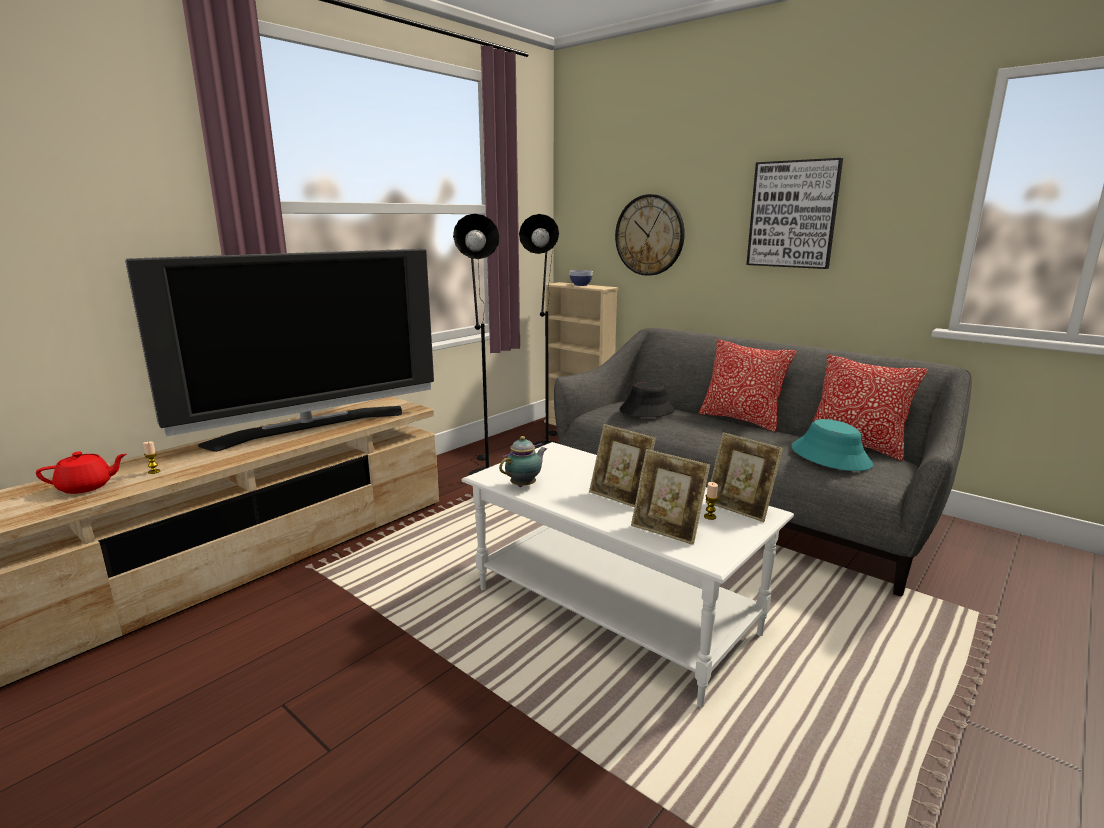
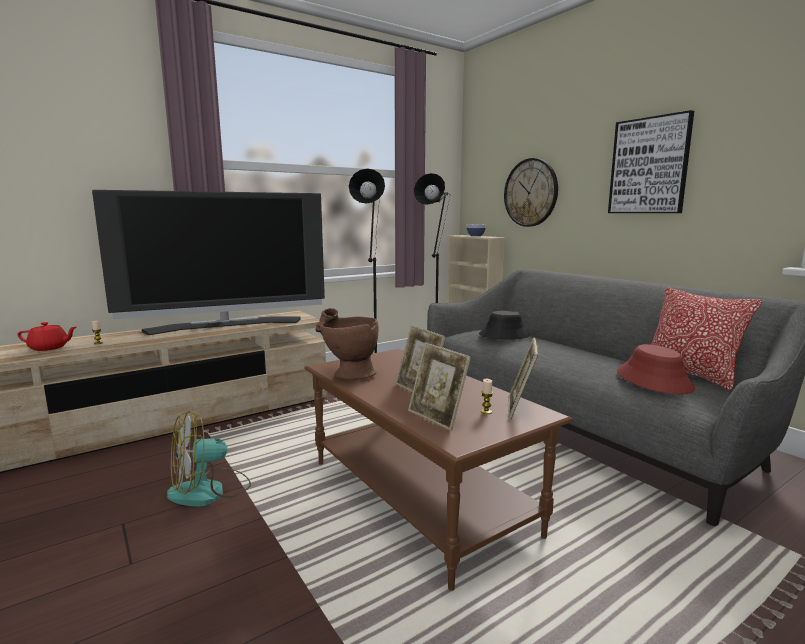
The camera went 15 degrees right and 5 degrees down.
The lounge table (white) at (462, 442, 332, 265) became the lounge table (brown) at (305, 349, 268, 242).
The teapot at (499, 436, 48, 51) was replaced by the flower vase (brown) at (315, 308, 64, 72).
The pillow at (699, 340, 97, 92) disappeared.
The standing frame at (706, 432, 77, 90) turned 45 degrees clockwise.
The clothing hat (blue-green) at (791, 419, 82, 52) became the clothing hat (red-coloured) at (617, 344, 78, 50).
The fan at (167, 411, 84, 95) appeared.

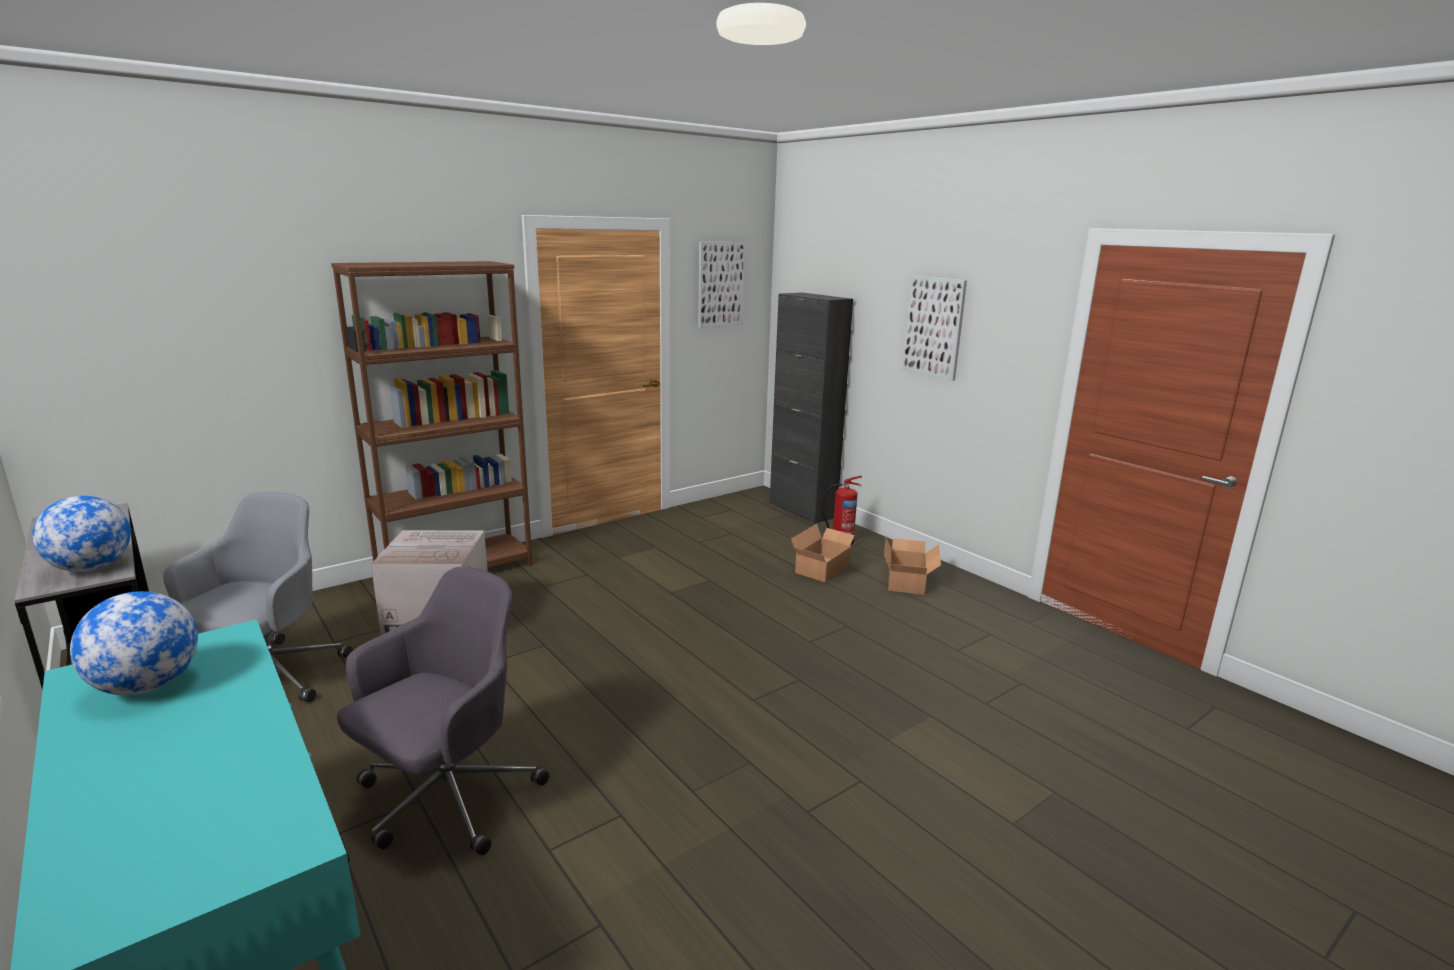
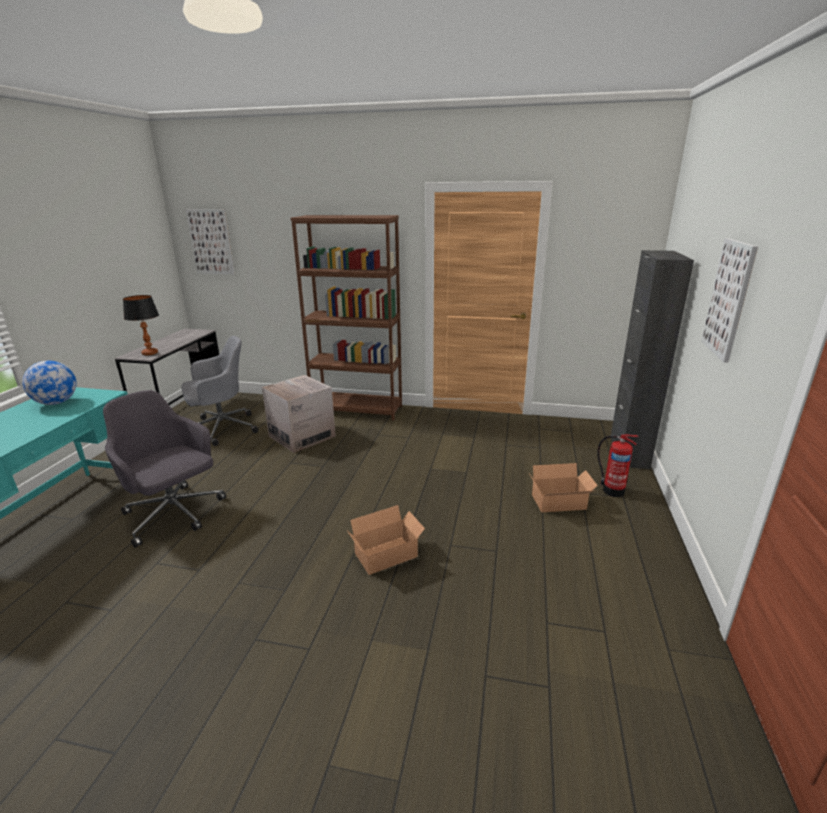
The camera went 50 degrees right and 5 degrees up.
The globe at (32, 496, 99, 76) was replaced by the table lamp at (123, 295, 36, 60).
The office chair (greyish) at (337, 567, 212, 288) turned 135 degrees counterclockwise.
The picture moved from (698, 242, 47, 86) to (186, 209, 48, 65).
The packing box moved from (884, 537, 57, 58) to (348, 505, 77, 70).

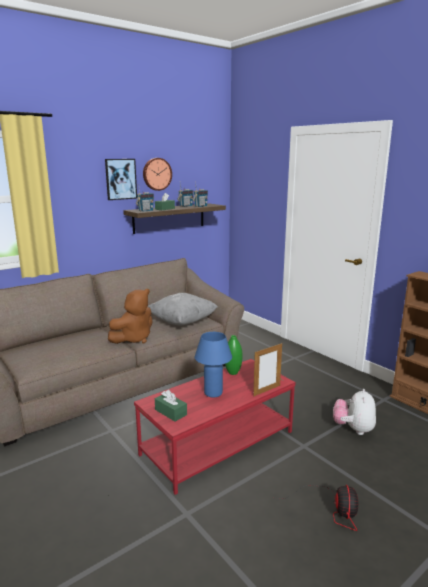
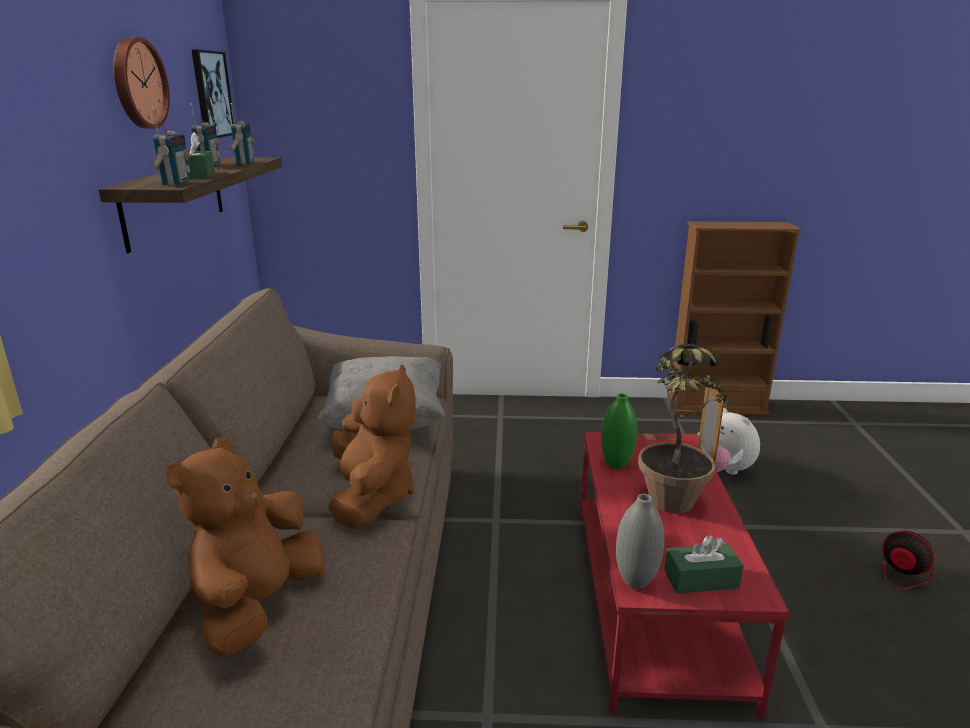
The camera went 50 degrees left and 5 degrees up.
The picture moved from (105, 159, 32, 41) to (191, 49, 43, 89).
The table lamp (bluish) at (195, 332, 37, 66) was replaced by the houseplant at (638, 343, 91, 170).
The plush toy (brown) at (166, 437, 159, 219) appeared.
The flower vase (greyish) at (616, 494, 49, 95) appeared.

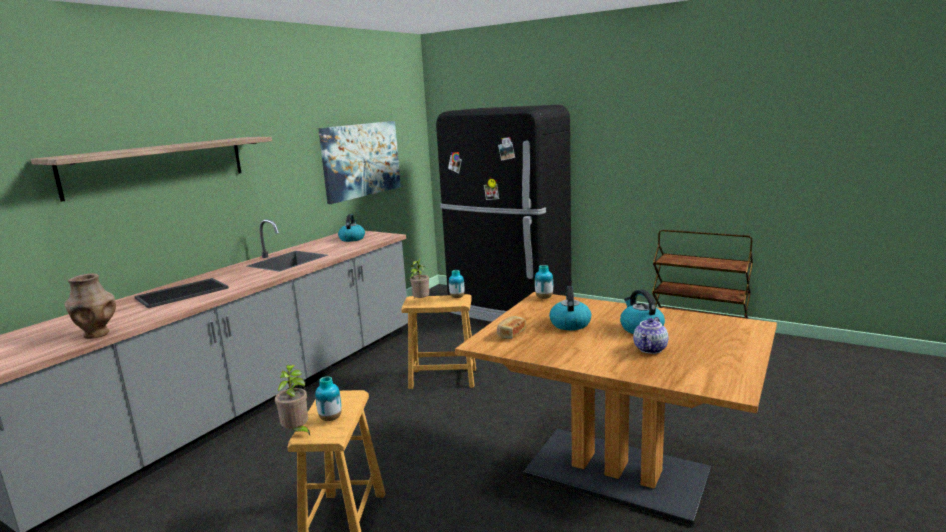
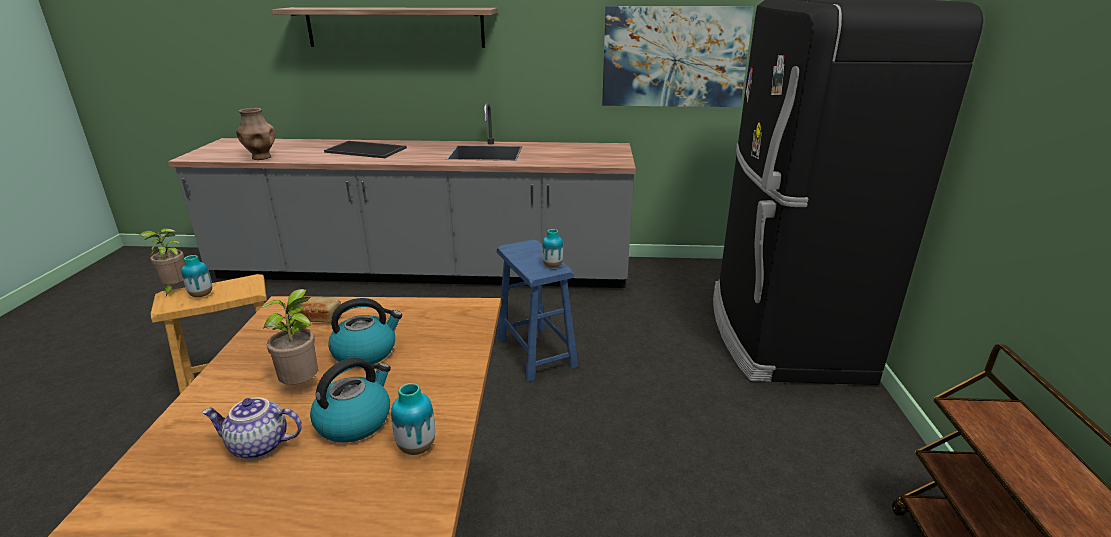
The camera went 60 degrees right and 10 degrees up.
The tea kettle at (338, 214, 27, 28) disappeared.
The sitting stool (brown) at (402, 294, 74, 95) became the sitting stool (bluish) at (497, 240, 81, 142).
The houseplant moved from (410, 259, 19, 39) to (260, 289, 58, 96).
The flower vase moved from (535, 265, 18, 34) to (391, 383, 44, 72).

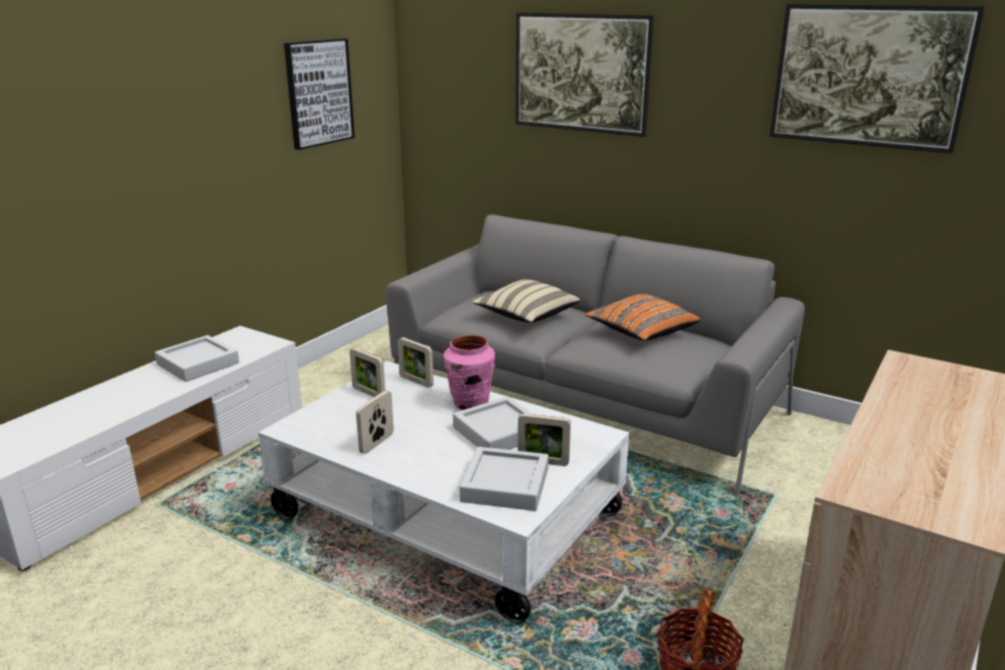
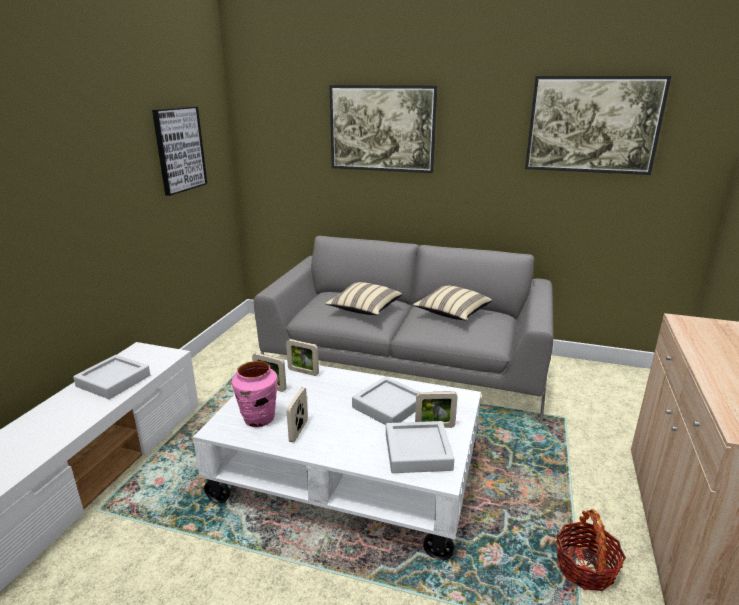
The camera went 15 degrees left and 0 degrees up.
The flower vase (pink) moved from (444, 335, 51, 75) to (232, 361, 46, 66).
The pillow (orange-coloured) at (585, 294, 115, 47) became the pillow (beige) at (413, 285, 79, 35).

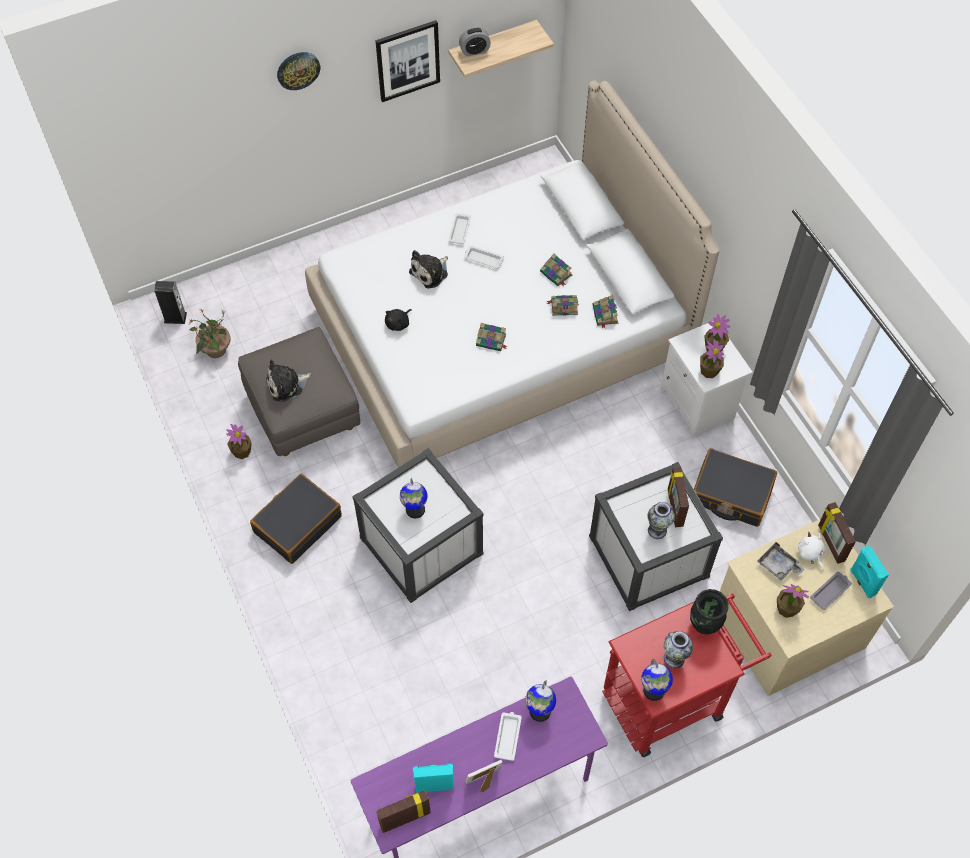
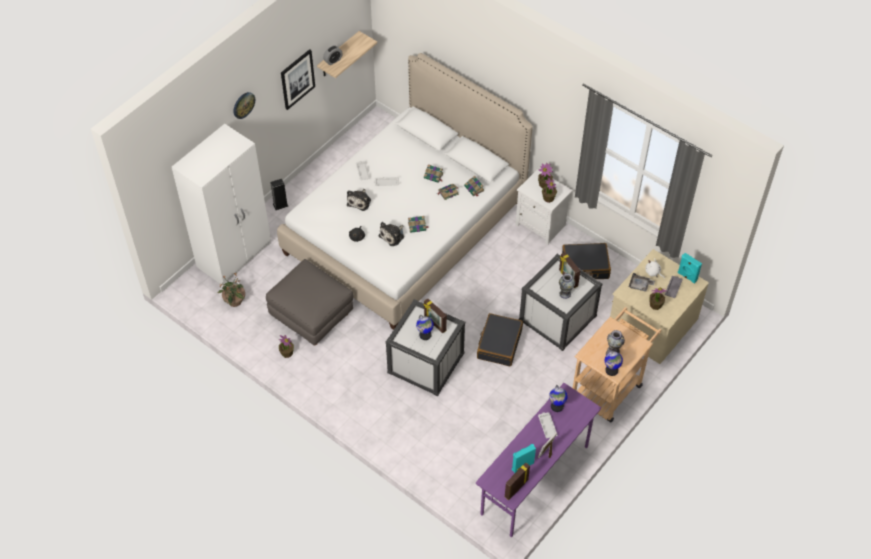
The camera went 25 degrees left and 5 degrees down.
The audio speaker moved from (154, 281, 33, 43) to (270, 179, 18, 31).
The piece of luggage (black) moved from (250, 474, 92, 90) to (477, 313, 46, 53).
The plush toy moved from (266, 359, 46, 43) to (379, 222, 25, 24).
The trolley (red-coloured) at (602, 594, 170, 163) became the trolley (beige) at (573, 307, 88, 115).
The flower vase (black) at (690, 589, 39, 46) disappeared.
The standing frame moved from (818, 502, 38, 62) to (423, 298, 24, 35).
The armoire (white) at (172, 124, 99, 162) appeared.

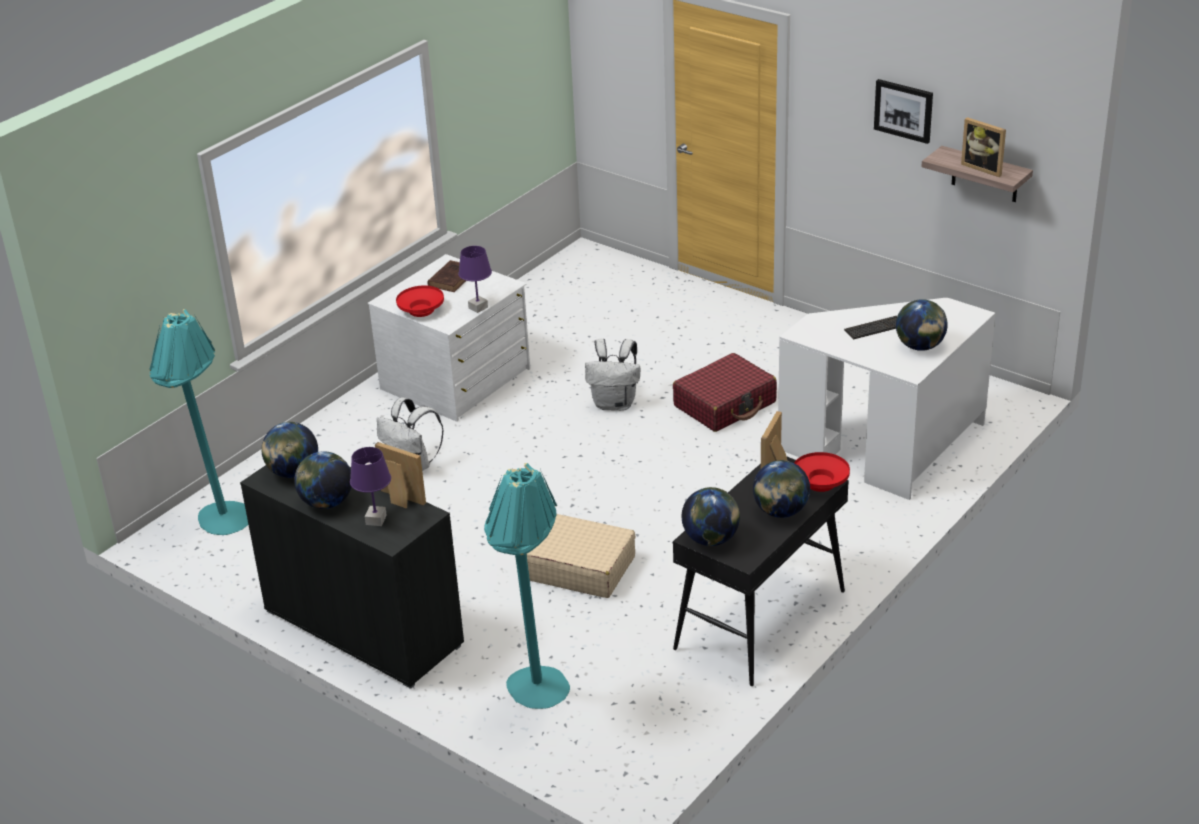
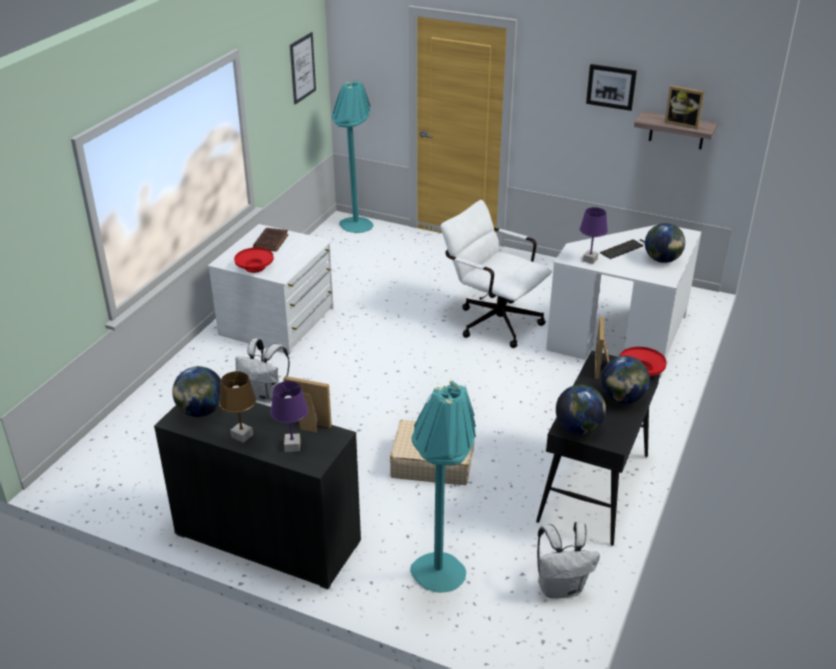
The camera went 15 degrees left and 0 degrees up.
The floor lamp (blue-green) moved from (149, 309, 99, 226) to (332, 79, 42, 154).
The globe at (295, 451, 56, 58) was replaced by the table lamp (brown) at (219, 371, 37, 72).
The table lamp (purple) moved from (458, 246, 34, 67) to (580, 207, 28, 57).
The backpack (white) moved from (585, 339, 55, 72) to (537, 522, 63, 76).
The piece of luggage (red-coloured) at (673, 353, 104, 79) was replaced by the office chair (white) at (441, 200, 111, 148).
The picture at (290, 32, 26, 72) appeared.

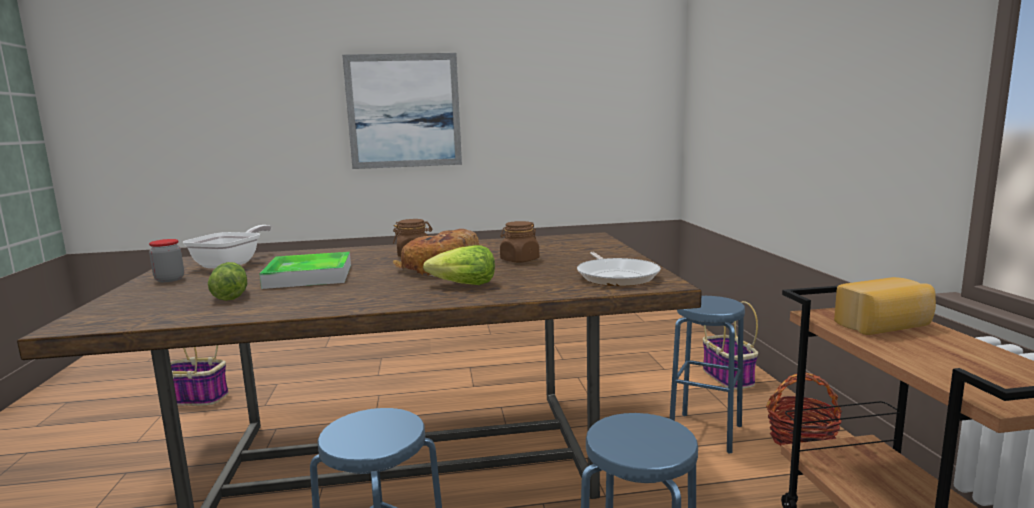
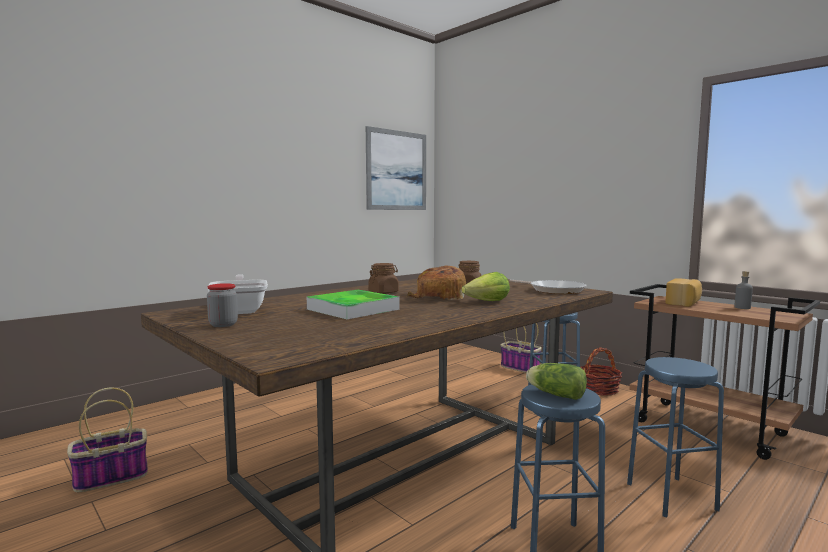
The camera went 35 degrees left and 5 degrees down.
The head of lettuce moved from (208, 262, 39, 39) to (526, 363, 61, 37).
The picture moved from (342, 53, 120, 116) to (366, 126, 60, 84).
The bottle (greyish) at (734, 271, 19, 38) appeared.

